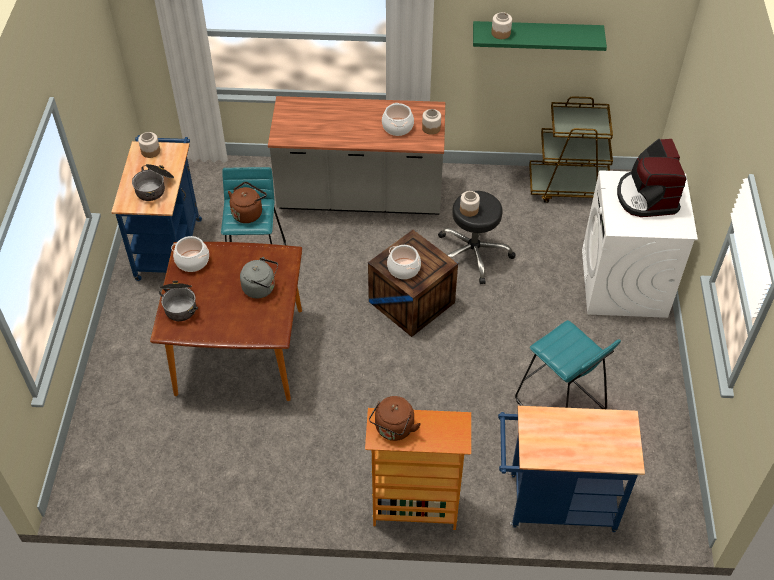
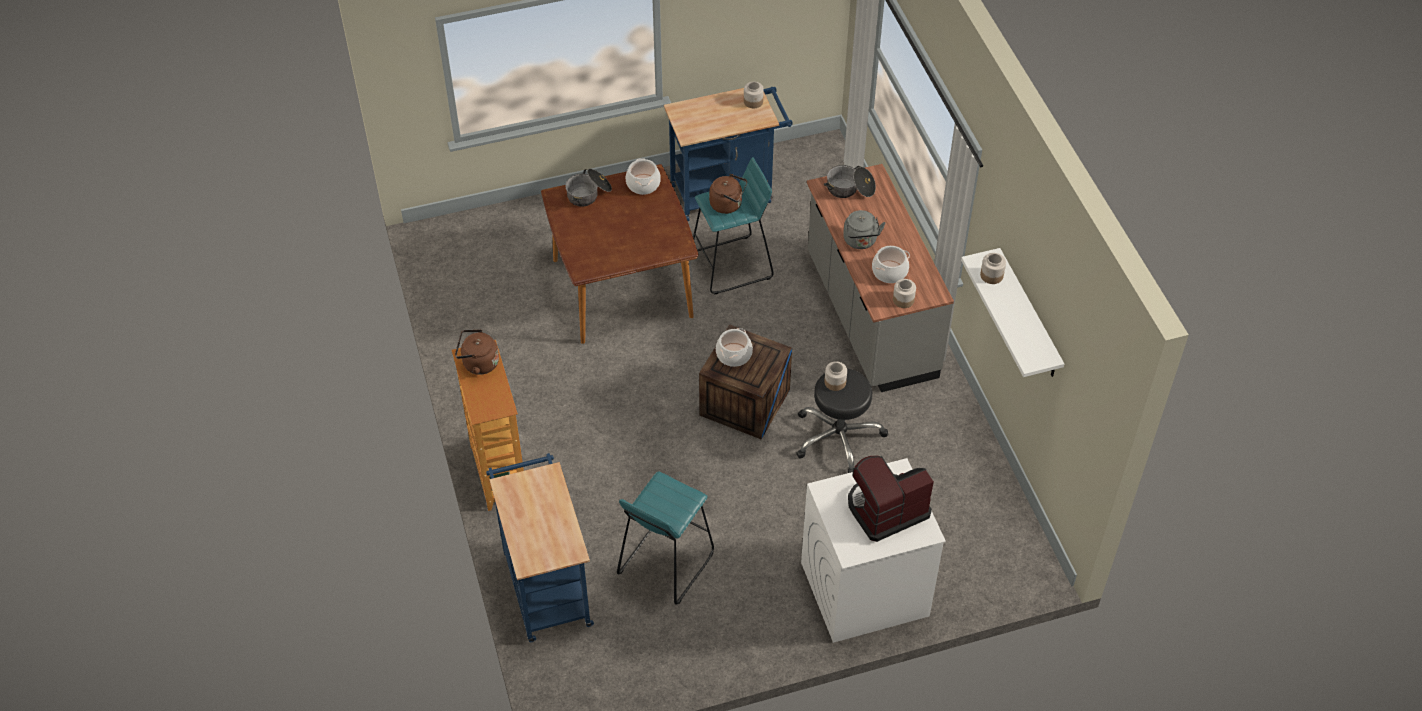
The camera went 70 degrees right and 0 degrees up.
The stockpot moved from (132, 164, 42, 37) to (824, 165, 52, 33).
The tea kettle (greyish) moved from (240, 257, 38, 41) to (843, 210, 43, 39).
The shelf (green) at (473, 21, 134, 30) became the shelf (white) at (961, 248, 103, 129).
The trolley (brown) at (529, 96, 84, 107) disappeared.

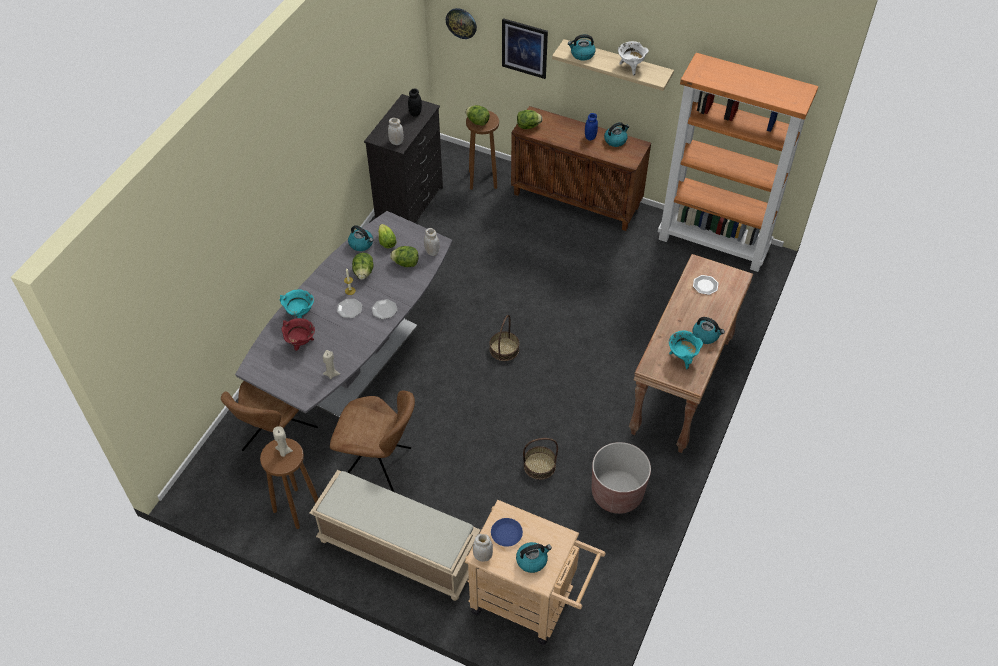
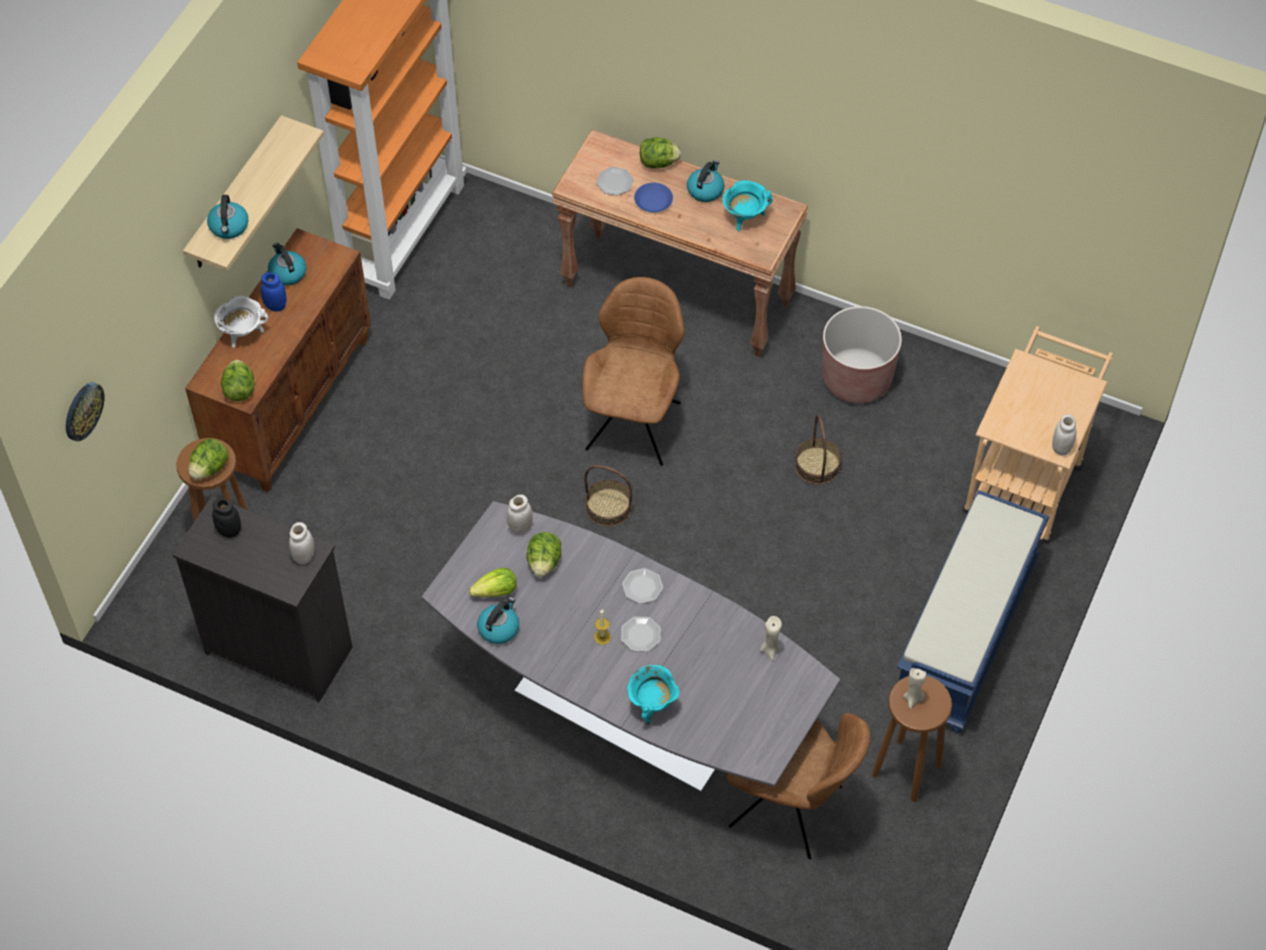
The camera went 90 degrees left and 5 degrees up.
The stockpot (red-coloured) at (281, 318, 34, 33) disappeared.
The bench (beige) at (309, 470, 172, 131) became the bench (bluish) at (897, 490, 152, 242).
The plain chair (brown) moved from (330, 391, 85, 101) to (582, 277, 102, 189).
The head of lettuce moved from (352, 253, 22, 27) to (640, 137, 41, 32).
The dinner plate (bluish) moved from (491, 518, 32, 29) to (634, 183, 39, 30).
The picture at (502, 18, 46, 61) disappeared.
The tea kettle at (516, 542, 36, 31) disappeared.
The stockpot (white) moved from (618, 41, 31, 35) to (214, 296, 54, 52).

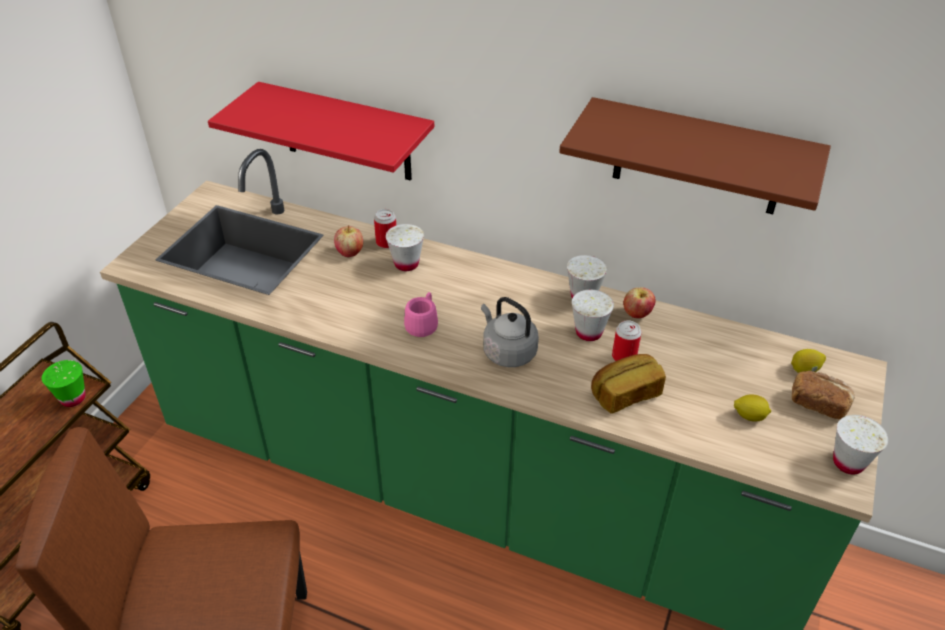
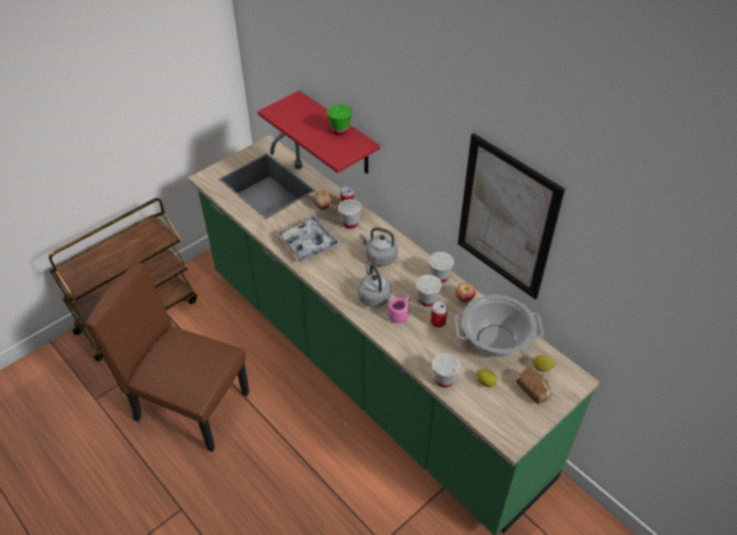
The camera went 25 degrees right and 5 degrees up.
The small cup (green) moved from (42, 360, 43, 47) to (327, 104, 25, 32).
The mug (pink) moved from (404, 292, 34, 45) to (387, 296, 24, 27).
The shelf (brown) at (559, 97, 272, 117) was replaced by the picture at (458, 133, 107, 167).
The baked bread at (591, 354, 75, 60) disappeared.
The small cup (white) moved from (833, 415, 56, 59) to (432, 353, 29, 35).
The serving tray at (275, 215, 66, 47) appeared.
The tea kettle (greyish) at (360, 227, 38, 39) appeared.
The stockpot at (455, 295, 89, 62) appeared.

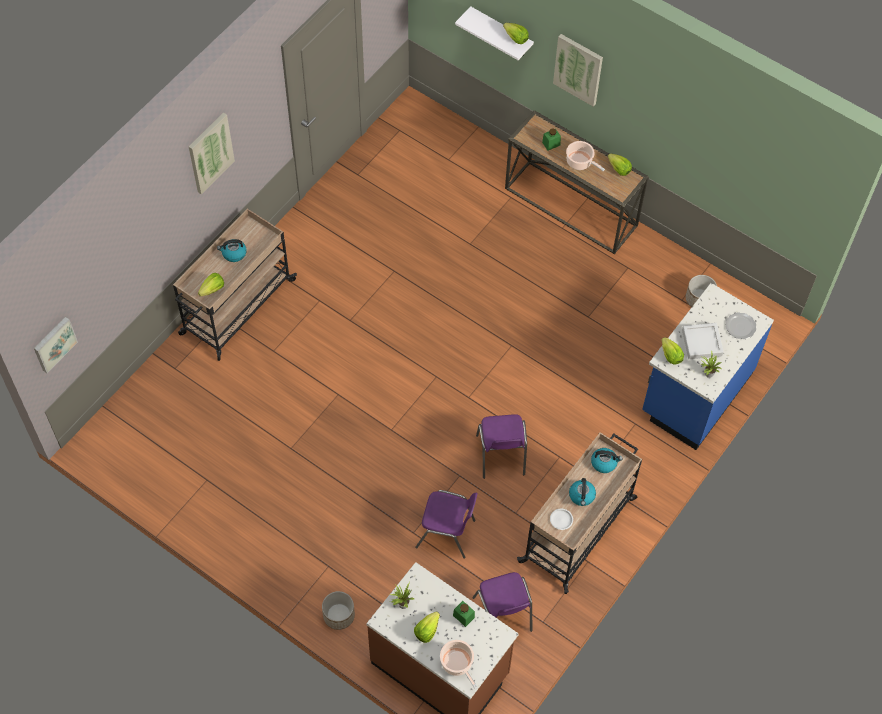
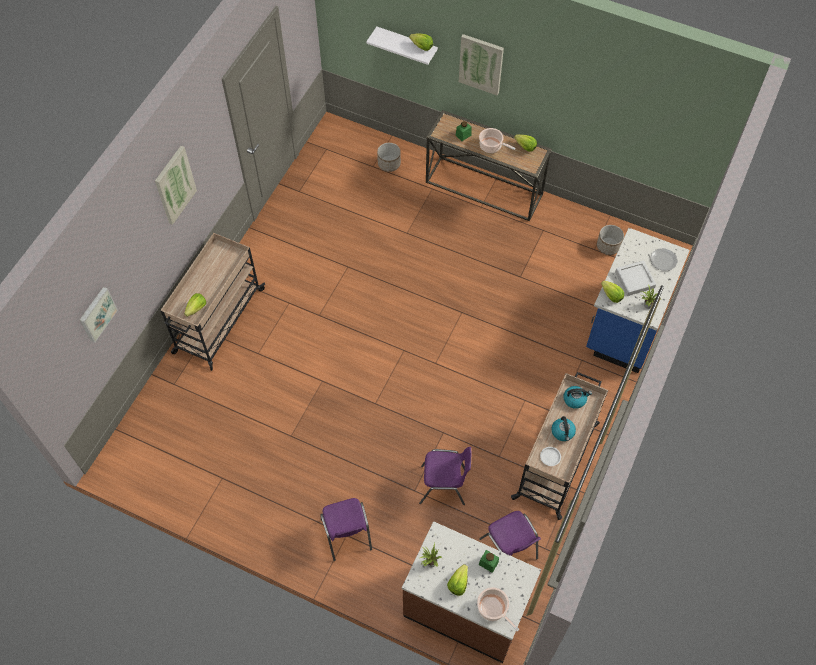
The camera went 10 degrees left and 0 degrees up.
The picture moved from (34, 317, 44, 56) to (80, 287, 38, 56).
The tea kettle at (217, 239, 30, 23) disappeared.
The plant pot moved from (322, 591, 33, 39) to (377, 143, 24, 29).
The plain chair (purple) moved from (476, 414, 51, 65) to (320, 498, 52, 63).

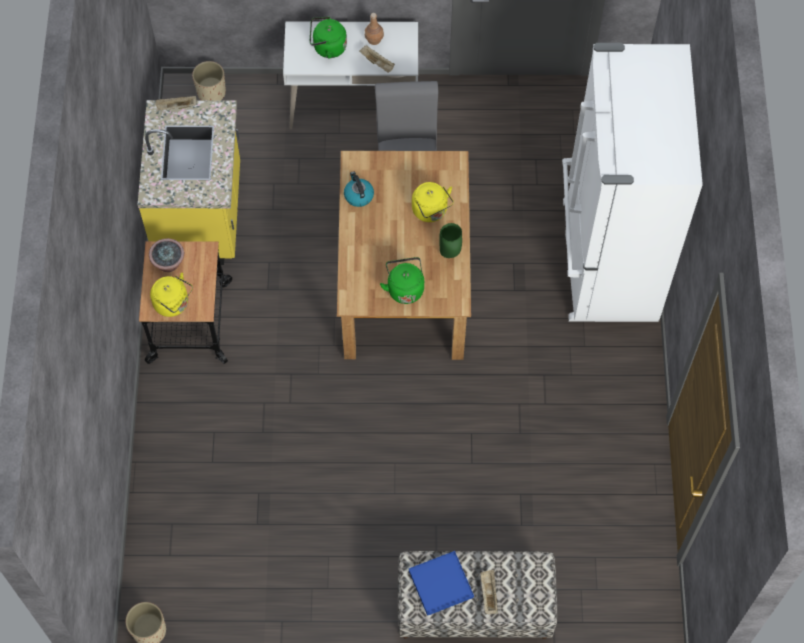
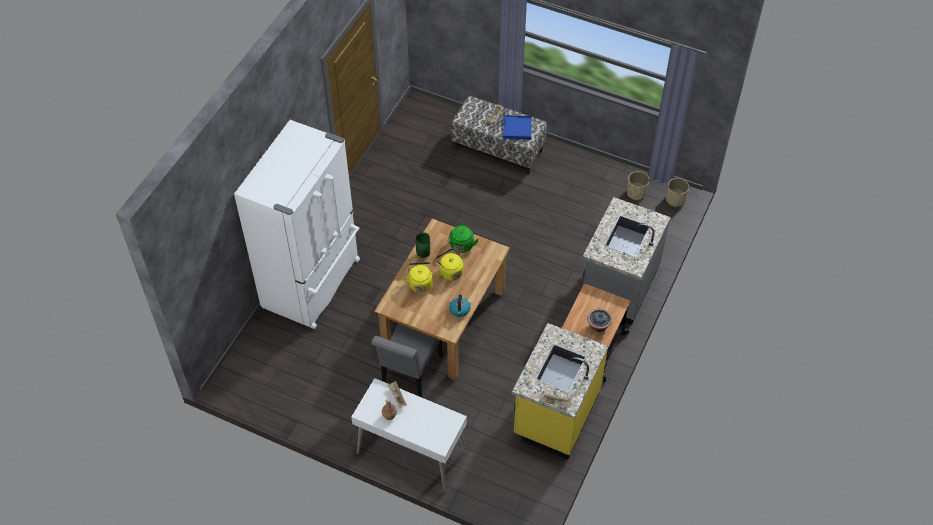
The camera went 155 degrees left and 10 degrees down.
The tea kettle (yellow-coloured) moved from (150, 273, 43, 44) to (435, 248, 28, 33).
The plant pot (beige) moved from (192, 61, 34, 40) to (627, 171, 23, 29).
The tea kettle (green) at (310, 16, 37, 42) disappeared.
The counter (greyish) at (582, 197, 88, 128) appeared.

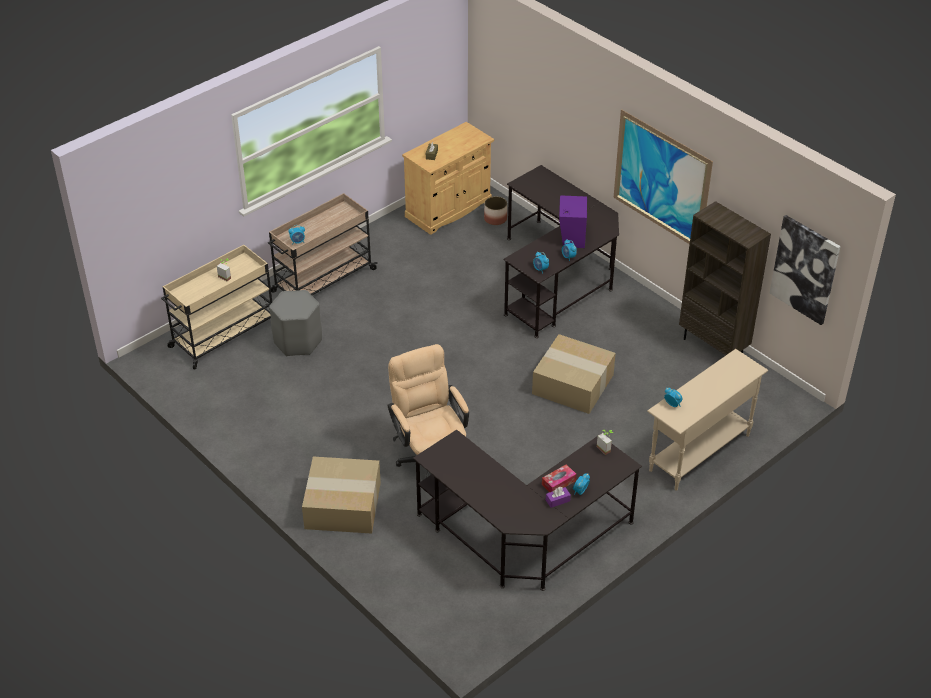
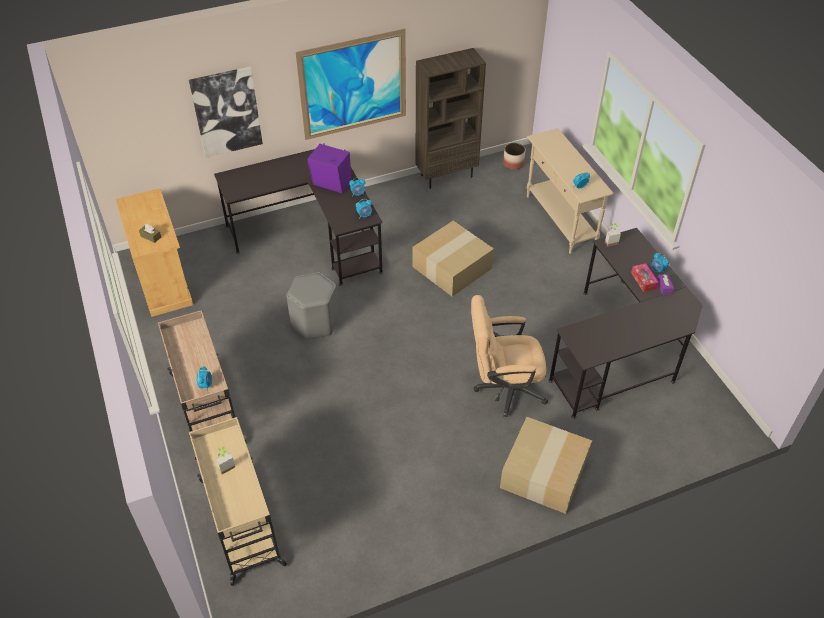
The camera went 70 degrees left and 5 degrees up.
The sitting stool (greyish) moved from (269, 290, 53, 66) to (286, 272, 53, 68).
The plant pot moved from (484, 196, 23, 29) to (503, 143, 22, 27).
The picture moved from (770, 215, 71, 110) to (189, 67, 74, 91).

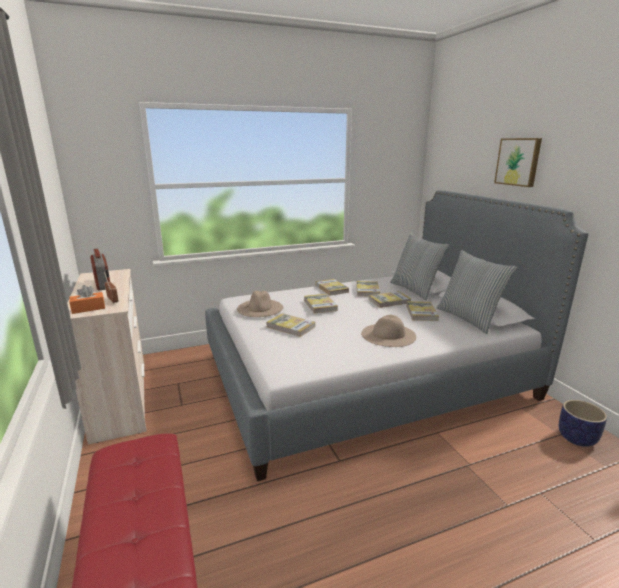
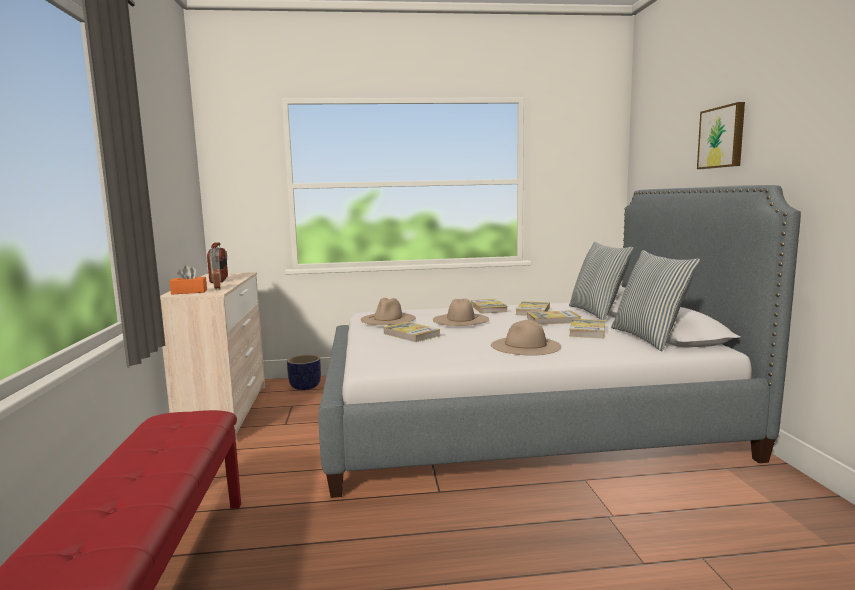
The camera went 15 degrees right and 10 degrees down.
The bound book at (304, 294, 34, 20) was replaced by the clothing hat (beige) at (433, 299, 56, 27).
The plant pot moved from (559, 400, 48, 47) to (287, 355, 34, 35).

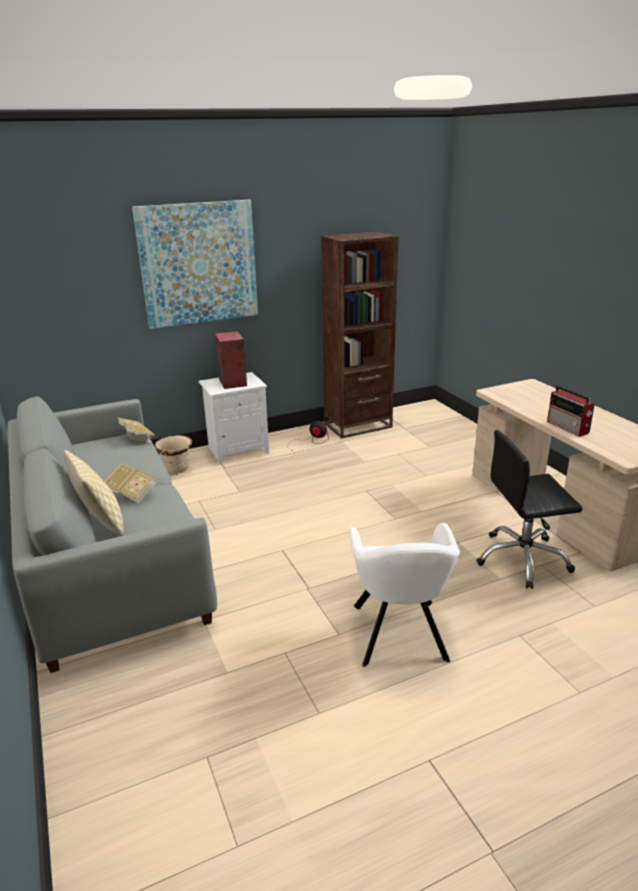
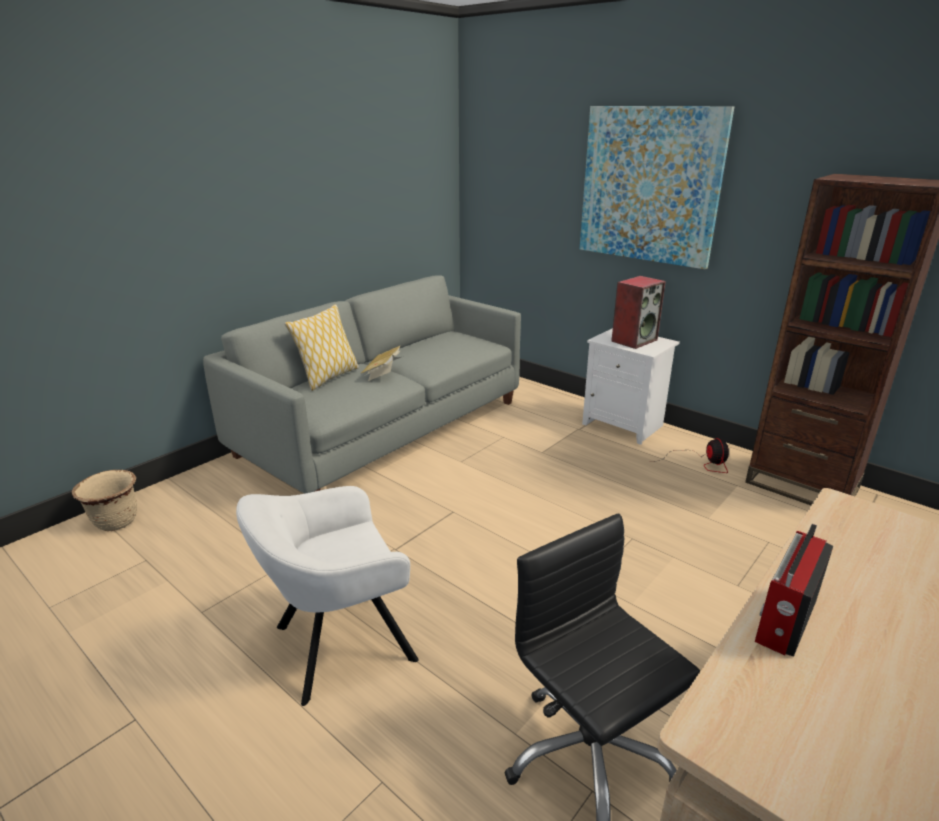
The camera went 65 degrees right and 0 degrees up.
The bound book at (117, 417, 39, 26) disappeared.
The plant pot (beige) moved from (155, 435, 37, 39) to (72, 470, 65, 61).

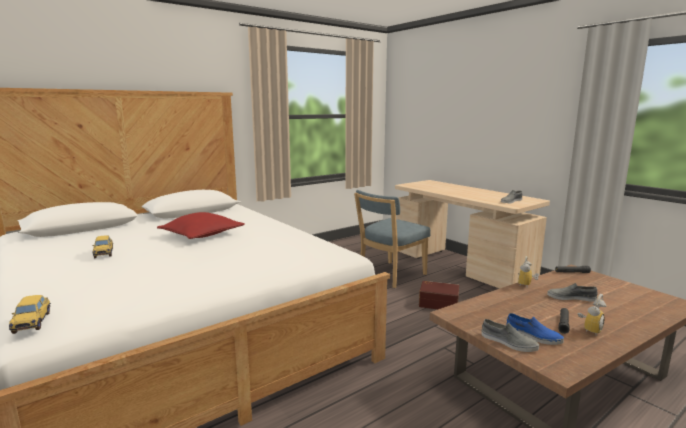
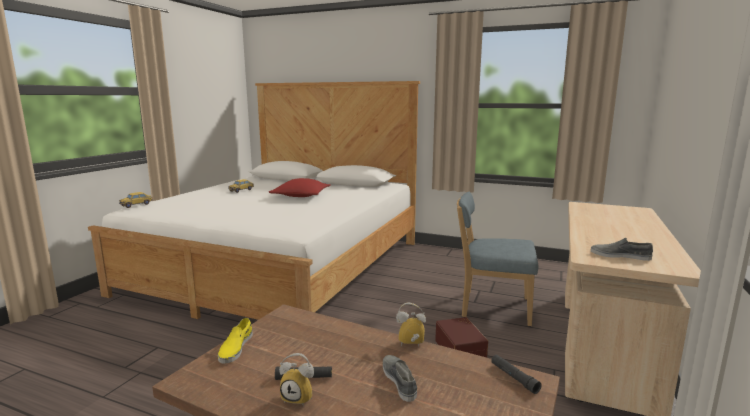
The camera went 60 degrees right and 0 degrees up.
The low shoe (greyish) at (481, 319, 58, 33) became the low shoe (yellow-coloured) at (218, 318, 35, 46).
The low shoe (bluish) at (506, 313, 58, 32) disappeared.

